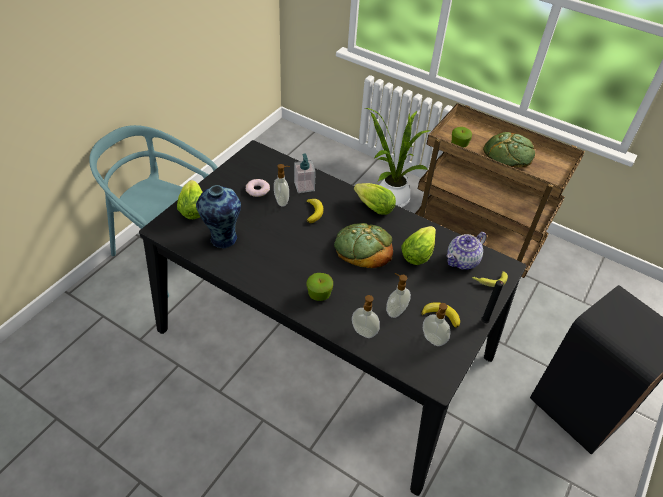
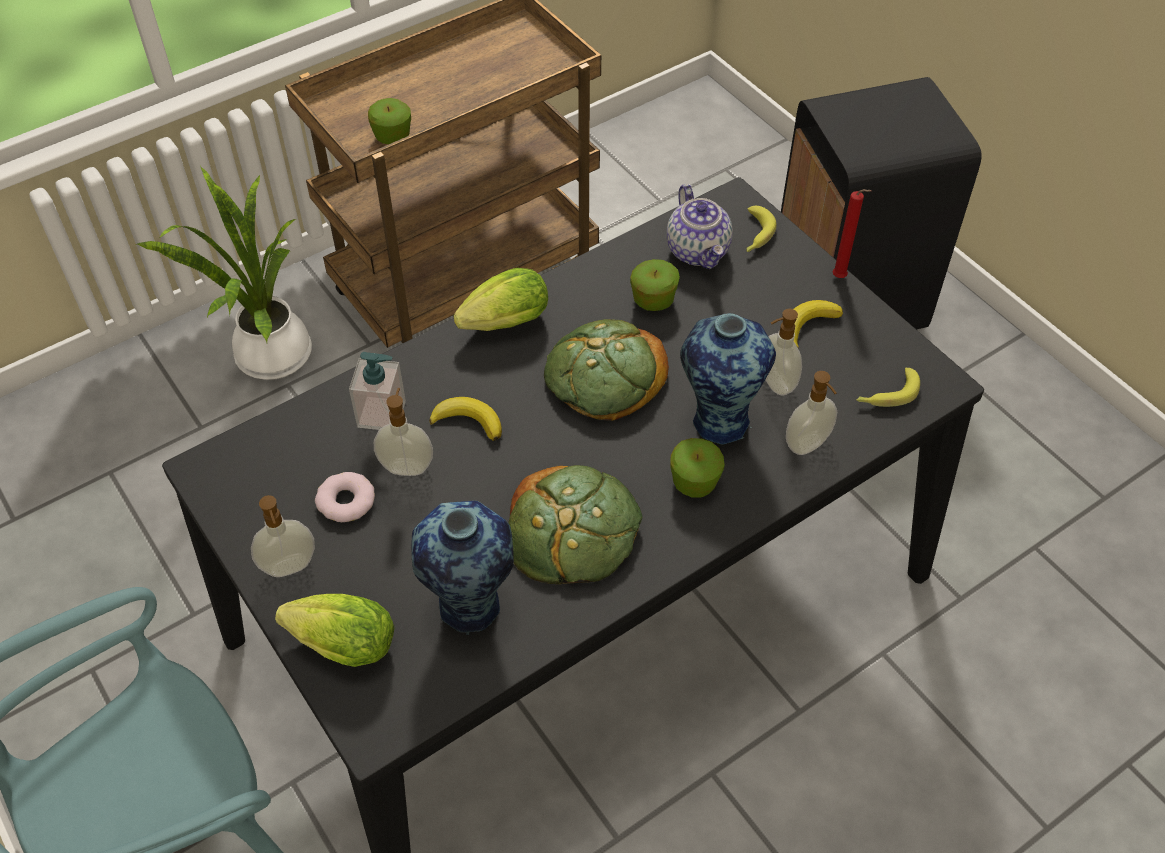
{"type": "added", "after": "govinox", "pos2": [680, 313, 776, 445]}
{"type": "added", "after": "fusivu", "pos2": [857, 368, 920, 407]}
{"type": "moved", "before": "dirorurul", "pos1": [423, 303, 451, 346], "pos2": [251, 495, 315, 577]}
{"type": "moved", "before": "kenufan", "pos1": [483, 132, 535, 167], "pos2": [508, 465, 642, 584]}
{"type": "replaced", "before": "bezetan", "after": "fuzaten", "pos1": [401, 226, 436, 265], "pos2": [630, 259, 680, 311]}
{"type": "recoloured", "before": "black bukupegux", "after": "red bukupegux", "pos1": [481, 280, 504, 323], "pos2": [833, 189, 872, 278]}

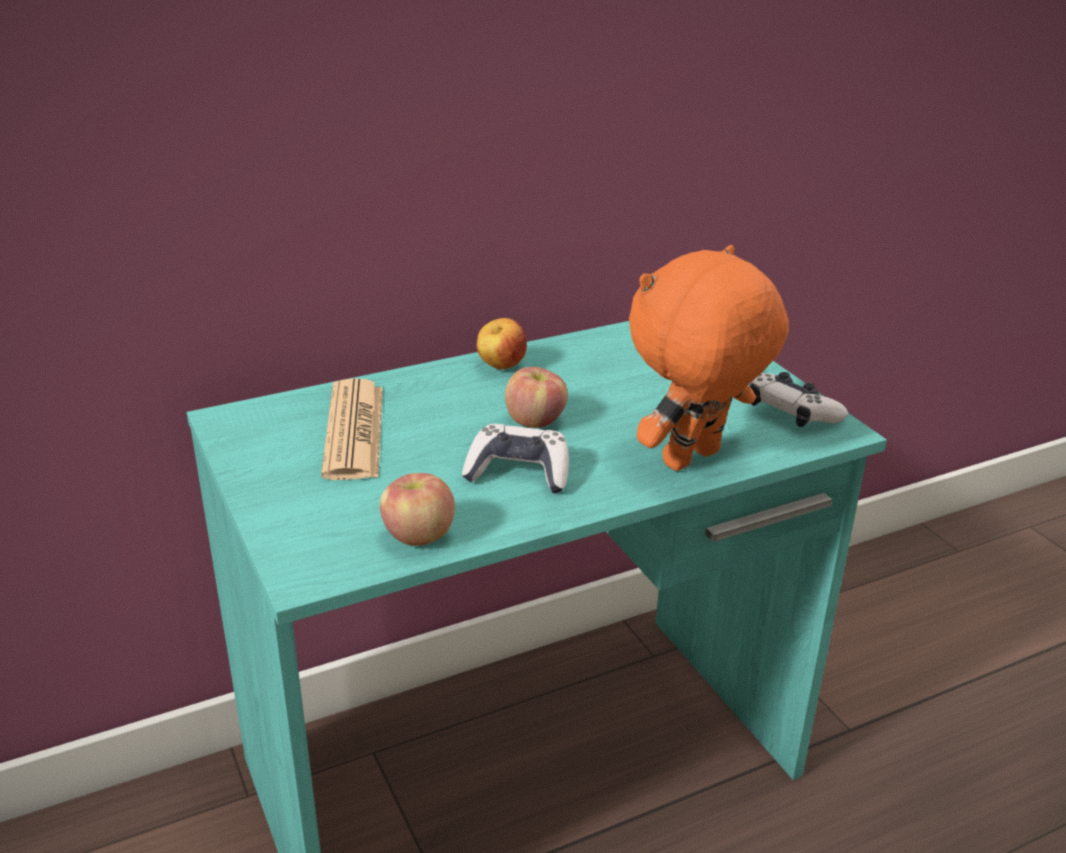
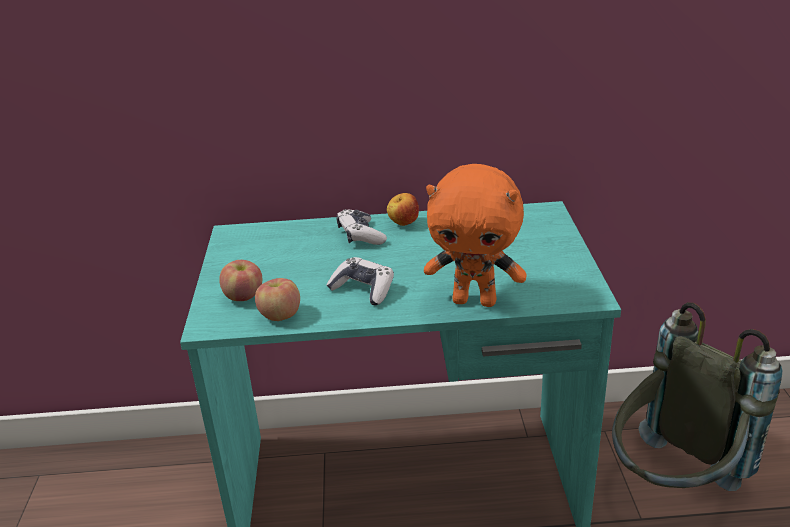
{"type": "removed", "before": "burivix", "pos1": [321, 378, 383, 480]}
{"type": "added", "after": "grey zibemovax", "pos2": [612, 302, 783, 491]}
{"type": "moved", "before": "fuzaten", "pos1": [505, 367, 568, 428], "pos2": [219, 260, 263, 301]}
{"type": "moved", "before": "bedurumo", "pos1": [749, 372, 848, 427], "pos2": [336, 209, 387, 245]}
{"type": "turned", "before": "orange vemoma", "pos1": [629, 245, 789, 471], "pos2": [424, 164, 527, 307], "turn": -150}

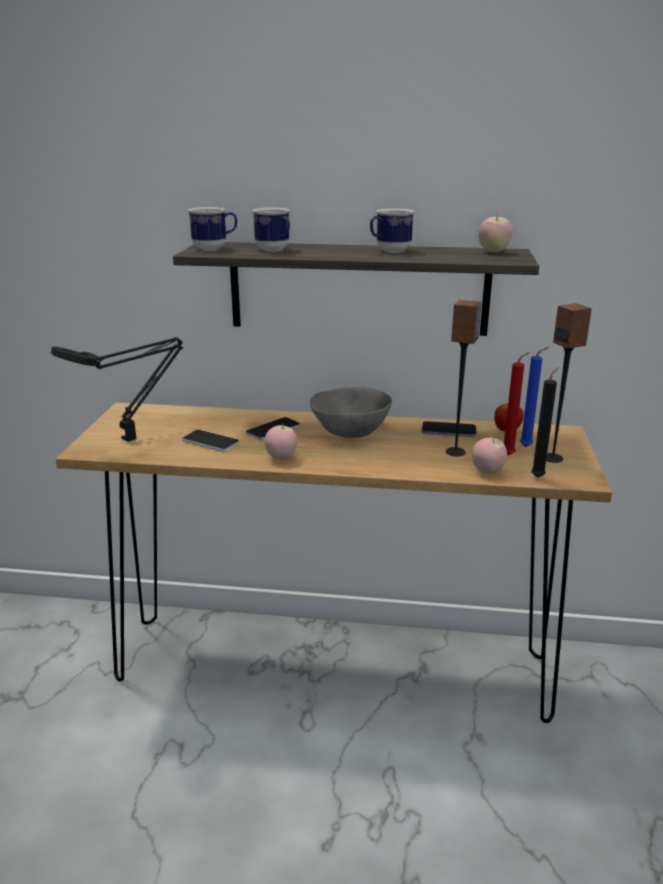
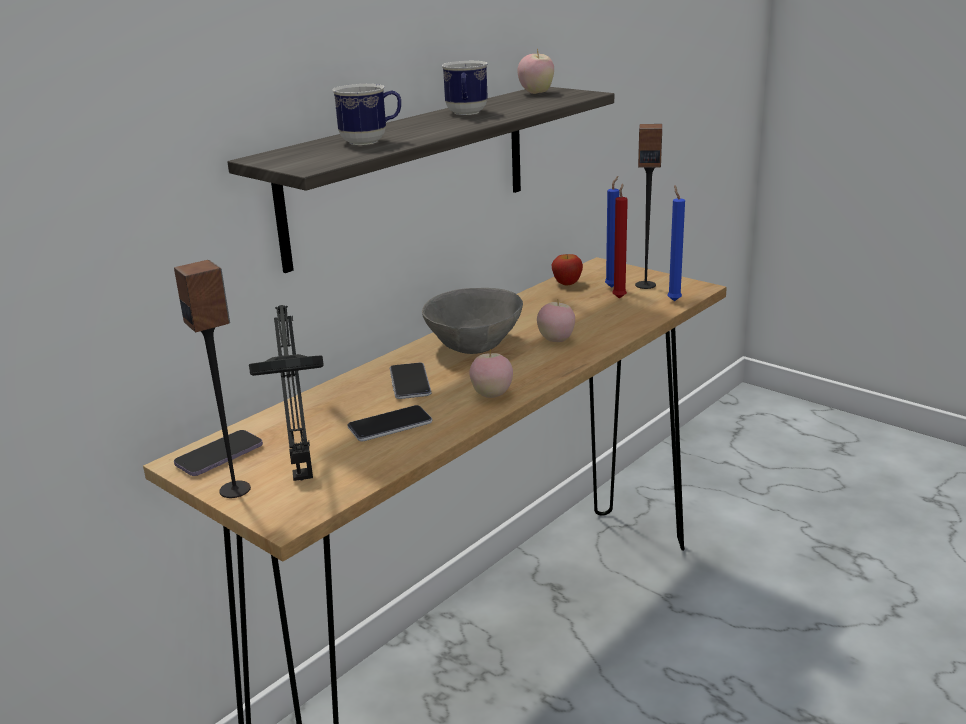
{"type": "removed", "before": "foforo", "pos1": [188, 207, 237, 251]}
{"type": "moved", "before": "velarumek", "pos1": [422, 421, 476, 437], "pos2": [174, 430, 263, 476]}
{"type": "moved", "before": "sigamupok", "pos1": [446, 300, 482, 456], "pos2": [174, 260, 251, 498]}
{"type": "moved", "before": "fuzaten", "pos1": [472, 436, 507, 474], "pos2": [537, 300, 575, 342]}
{"type": "recoloured", "before": "black bukupegux", "after": "blue bukupegux", "pos1": [531, 367, 559, 478], "pos2": [667, 185, 685, 301]}

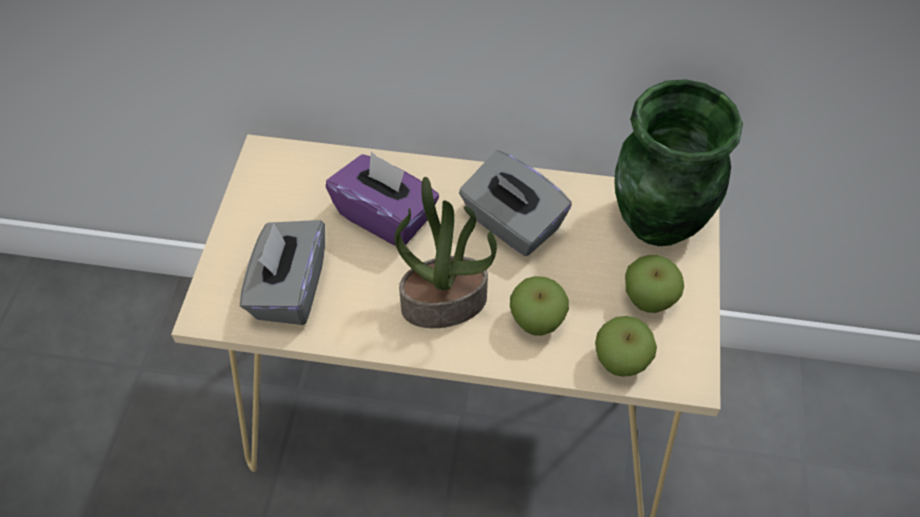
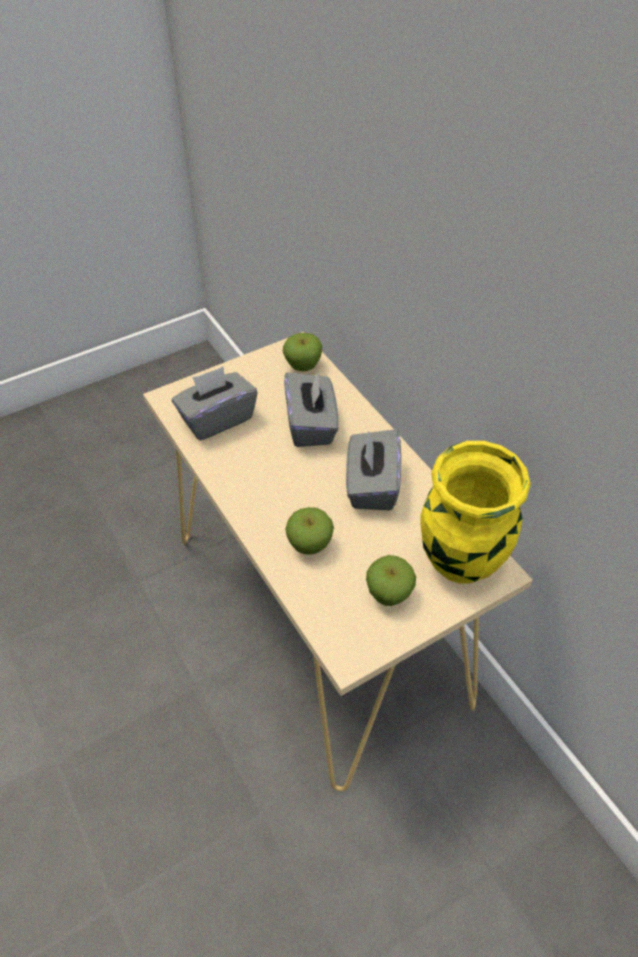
{"type": "removed", "before": "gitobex", "pos1": [395, 177, 497, 328]}
{"type": "moved", "before": "fuzaten", "pos1": [595, 316, 657, 377], "pos2": [283, 333, 322, 371]}
{"type": "recoloured", "before": "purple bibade", "after": "grey bibade", "pos1": [325, 151, 439, 246], "pos2": [284, 371, 339, 447]}
{"type": "recoloured", "before": "green govinox", "after": "yellow govinox", "pos1": [615, 79, 743, 246], "pos2": [421, 441, 531, 583]}

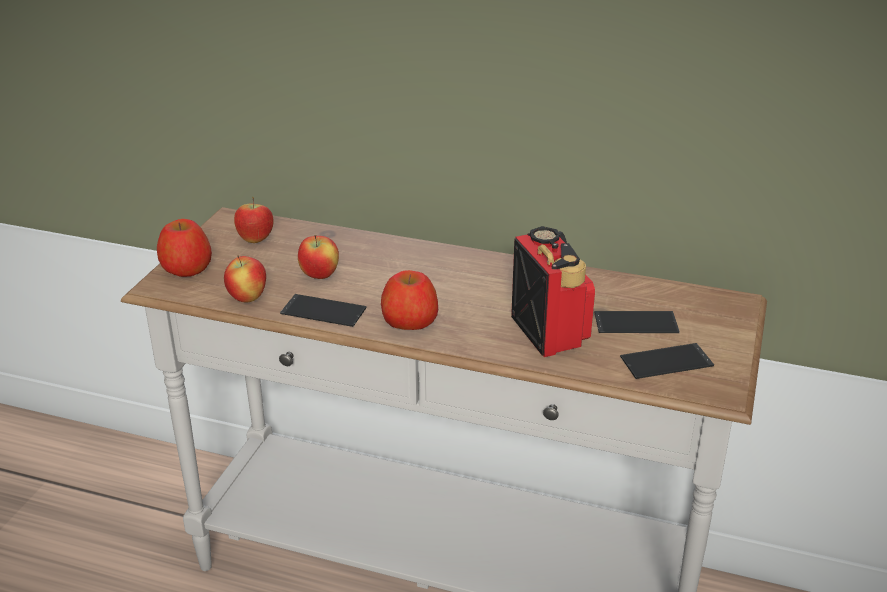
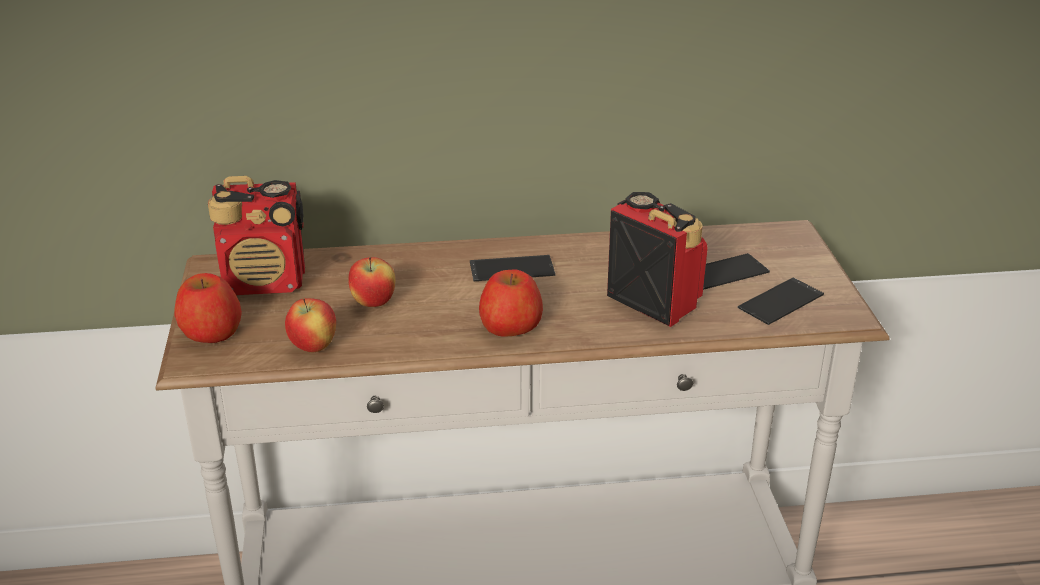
{"type": "moved", "before": "velarumek", "pos1": [280, 294, 367, 327], "pos2": [470, 255, 556, 282]}
{"type": "replaced", "before": "fuzaten", "after": "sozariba", "pos1": [234, 197, 274, 243], "pos2": [208, 176, 305, 295]}

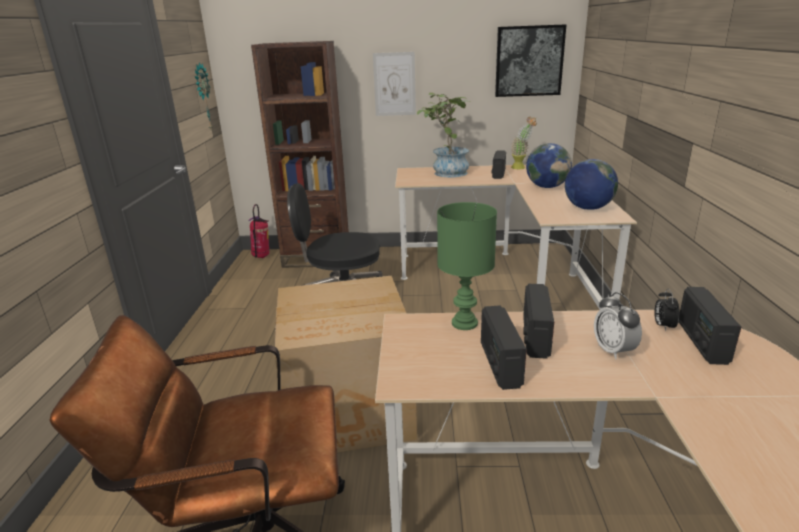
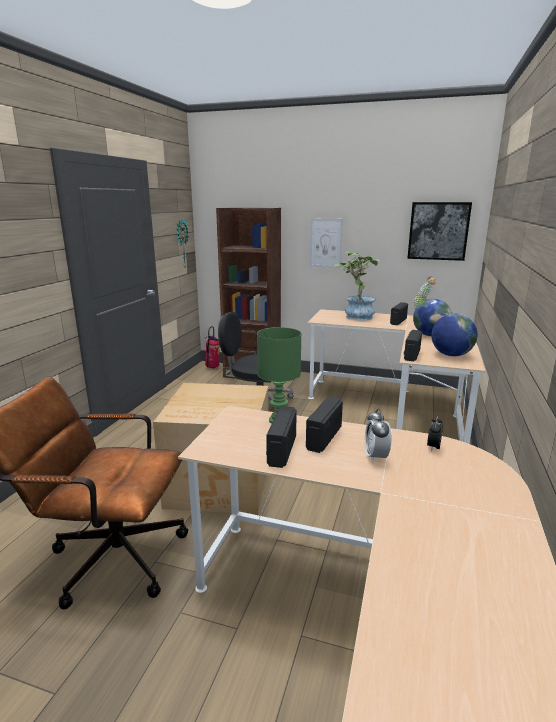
{"type": "moved", "before": "sozariba", "pos1": [679, 287, 741, 365], "pos2": [404, 330, 422, 361]}

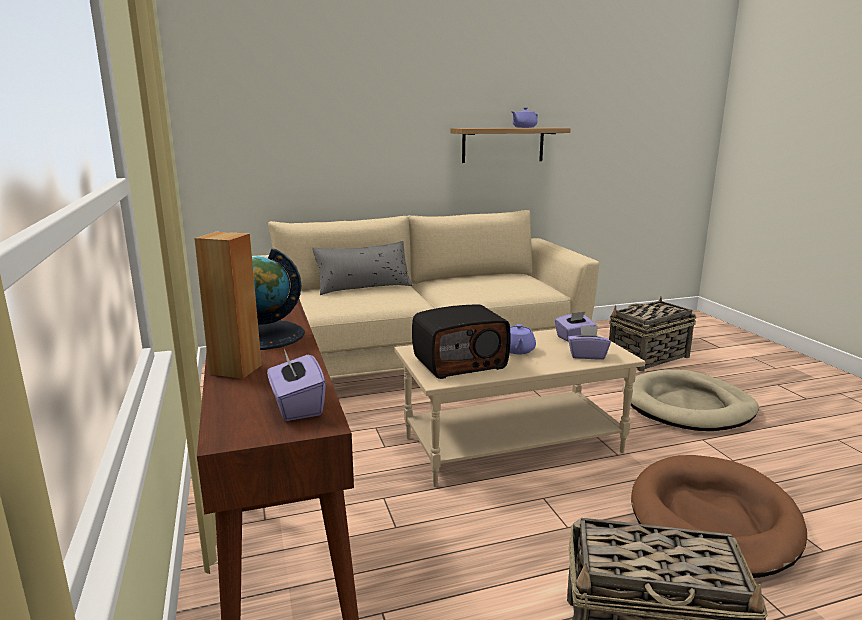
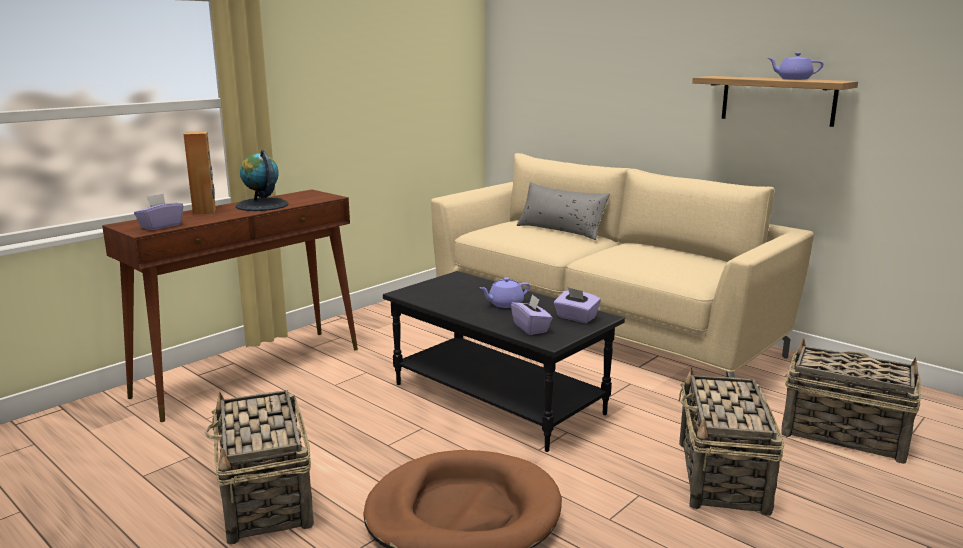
{"type": "removed", "before": "sozariba", "pos1": [412, 305, 510, 379]}
{"type": "replaced", "before": "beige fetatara", "after": "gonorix", "pos1": [623, 370, 759, 431], "pos2": [679, 367, 784, 516]}
{"type": "recoloured", "before": "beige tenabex", "after": "black tenabex", "pos1": [395, 329, 645, 487], "pos2": [383, 271, 625, 452]}

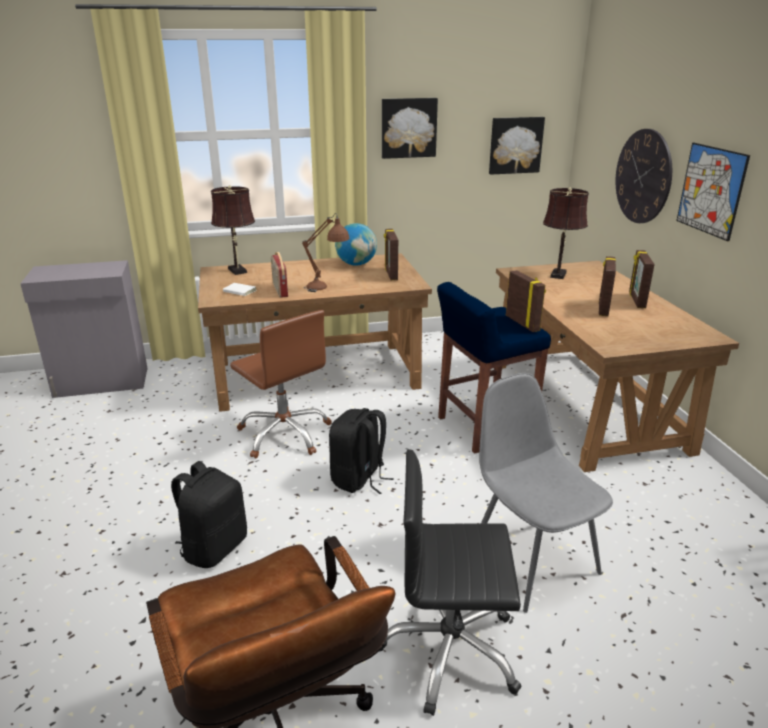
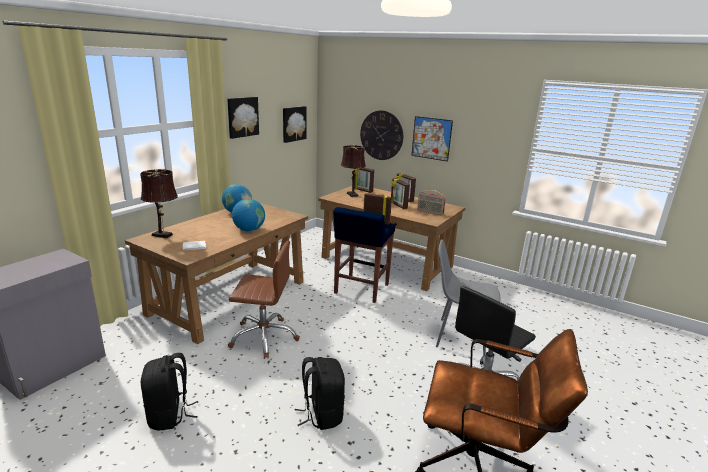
{"type": "moved", "before": "sozariba", "pos1": [271, 252, 288, 298], "pos2": [417, 190, 446, 215]}
{"type": "moved", "before": "black zibemovax", "pos1": [329, 408, 394, 494], "pos2": [141, 353, 198, 430]}
{"type": "moved", "before": "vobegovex", "pos1": [384, 229, 398, 280], "pos2": [354, 168, 374, 193]}
{"type": "replaced", "before": "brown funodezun", "after": "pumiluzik", "pos1": [302, 213, 350, 292], "pos2": [232, 199, 265, 231]}

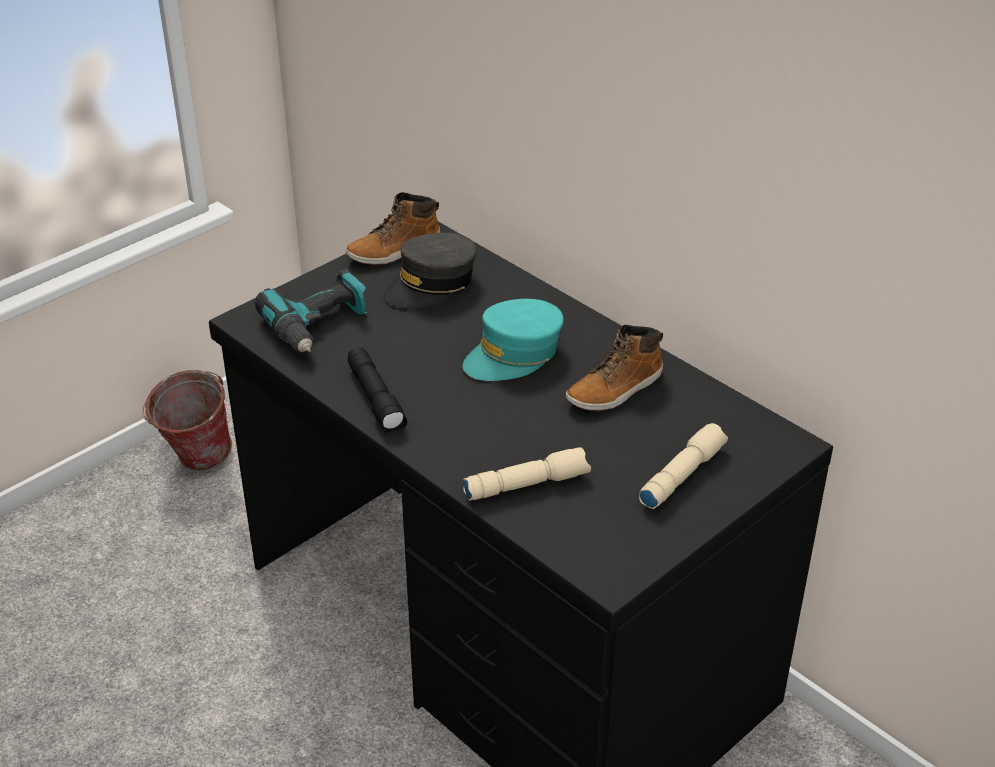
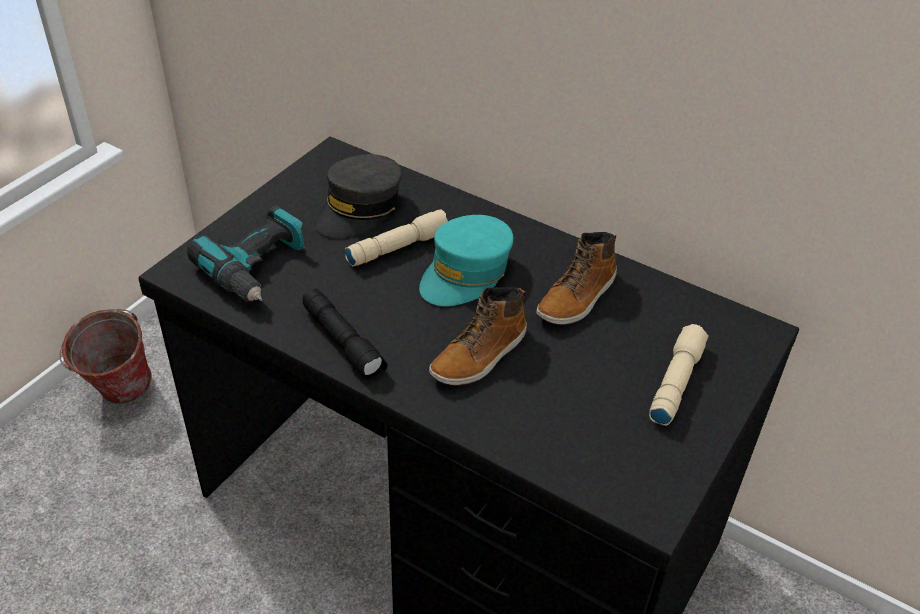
{"type": "moved", "before": "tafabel", "pos1": [345, 192, 441, 265], "pos2": [429, 287, 527, 385]}
{"type": "moved", "before": "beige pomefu", "pos1": [463, 447, 591, 501], "pos2": [345, 210, 448, 267]}

